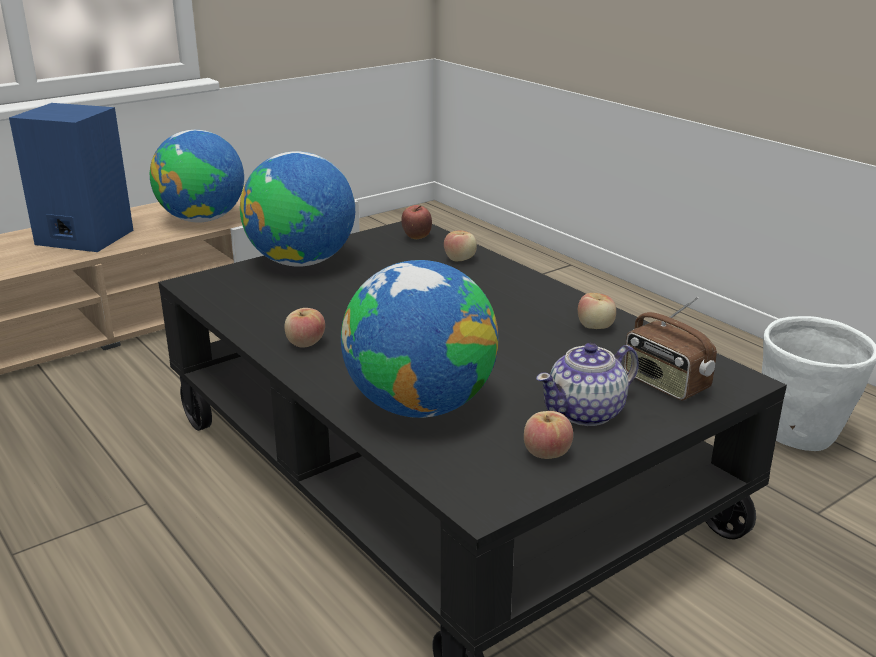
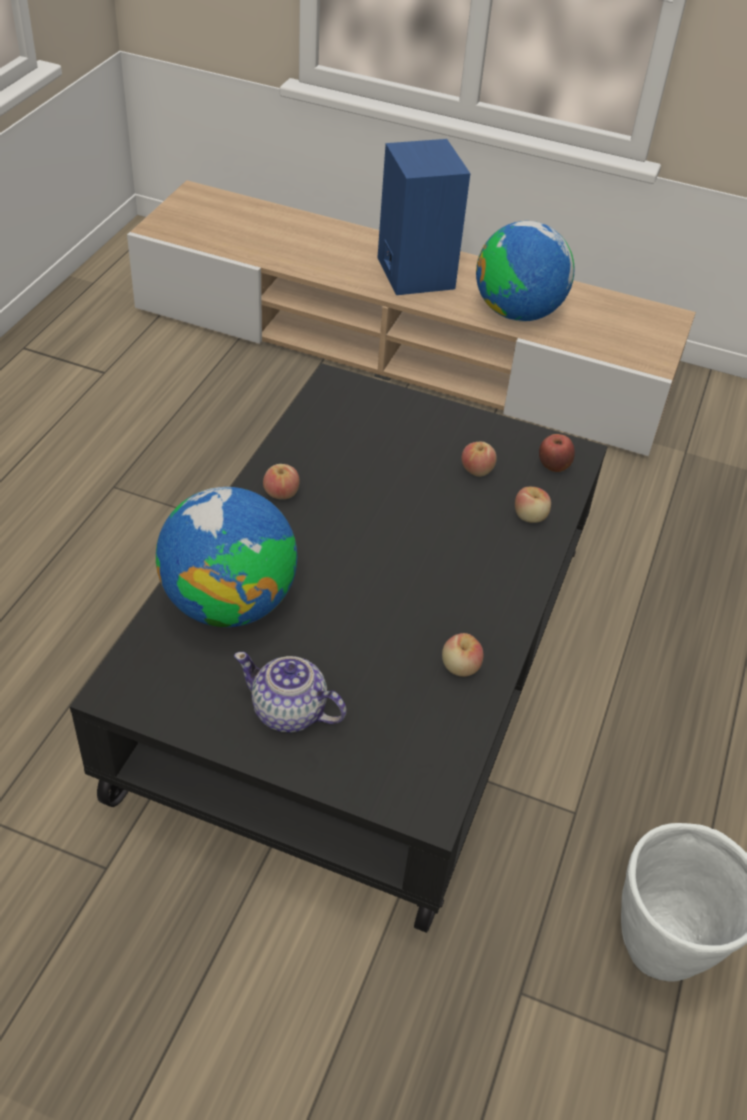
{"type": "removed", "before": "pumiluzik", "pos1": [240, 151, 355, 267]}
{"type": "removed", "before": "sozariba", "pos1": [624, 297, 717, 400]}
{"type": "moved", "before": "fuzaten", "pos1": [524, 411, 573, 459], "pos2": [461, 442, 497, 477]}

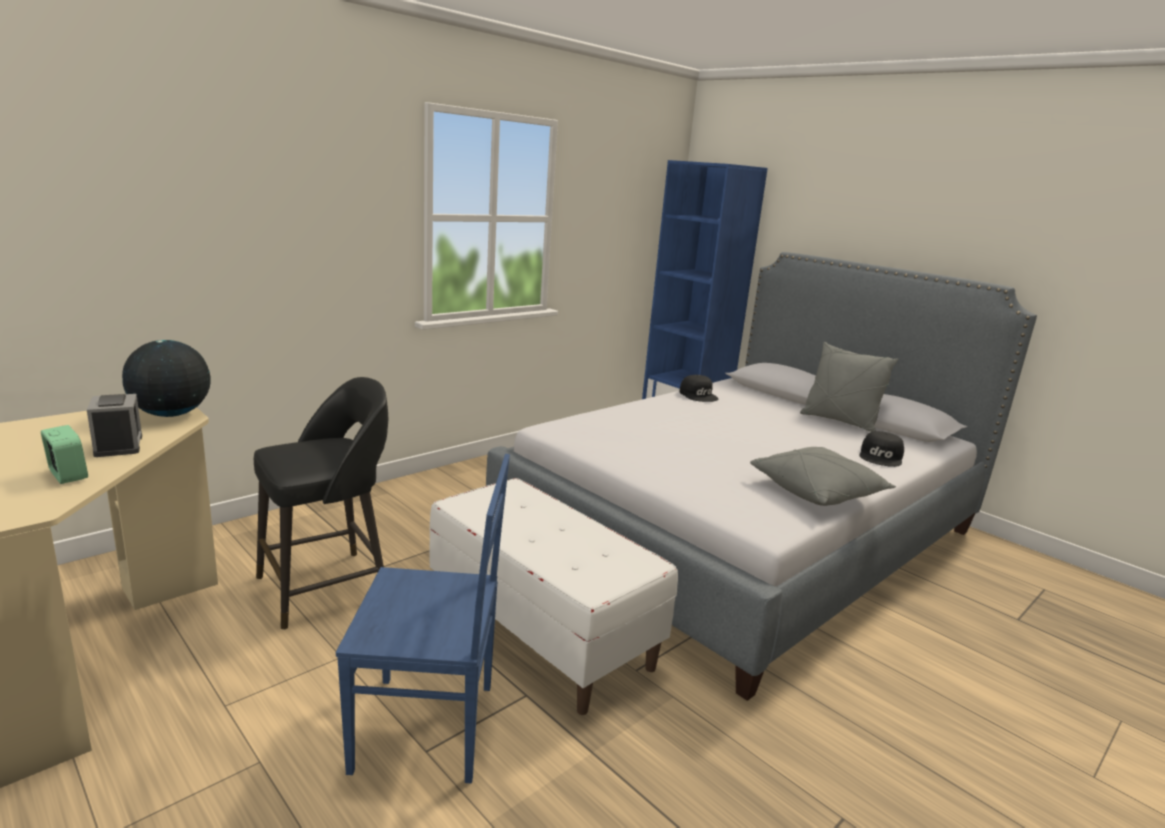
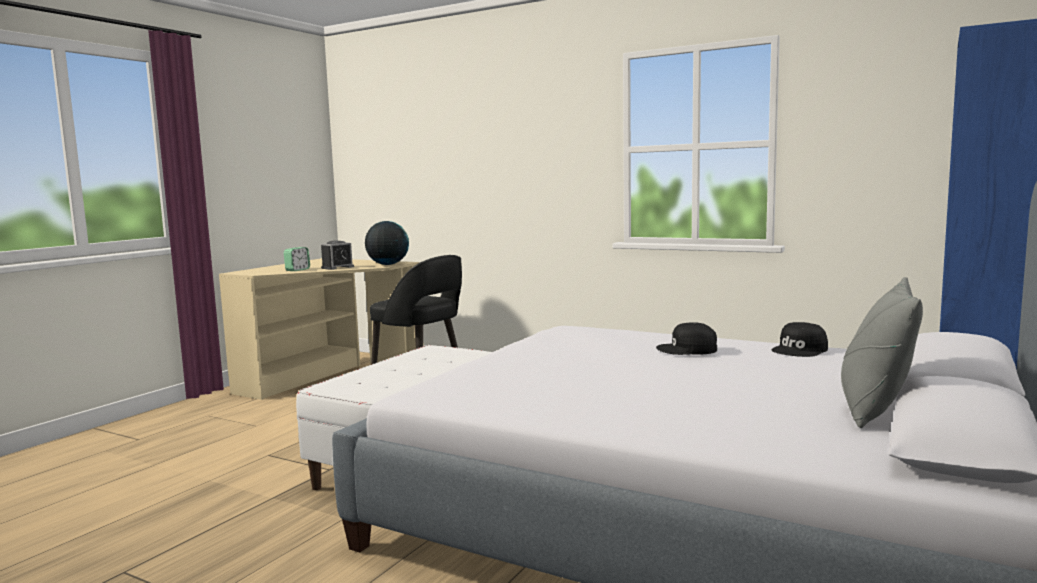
{"type": "removed", "before": "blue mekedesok", "pos1": [336, 454, 510, 783]}
{"type": "removed", "before": "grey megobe", "pos1": [750, 447, 896, 506]}
{"type": "moved", "before": "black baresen", "pos1": [860, 431, 904, 467], "pos2": [656, 322, 717, 355]}

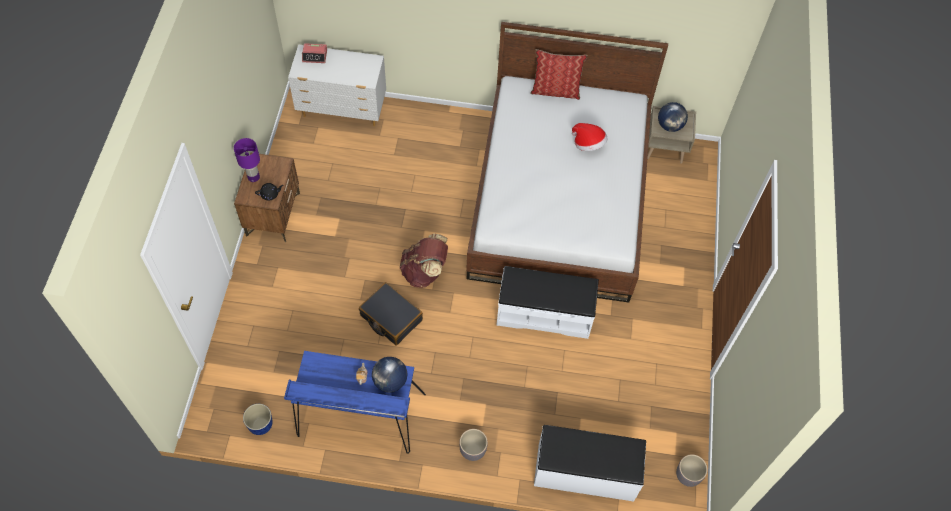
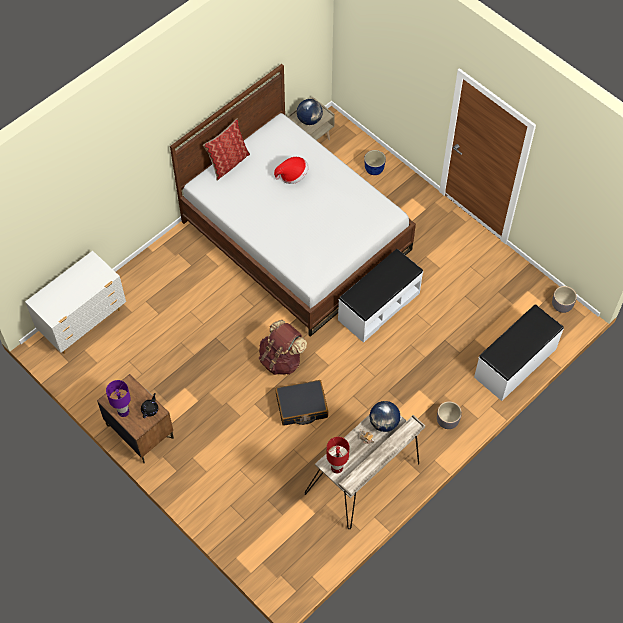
{"type": "removed", "before": "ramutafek", "pos1": [302, 43, 327, 63]}
{"type": "added", "after": "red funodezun", "pos2": [326, 437, 349, 473]}
{"type": "moved", "before": "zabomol", "pos1": [243, 404, 273, 435], "pos2": [364, 150, 386, 175]}
{"type": "recoloured", "before": "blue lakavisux", "after": "beige lakavisux", "pos1": [284, 351, 426, 454], "pos2": [305, 414, 425, 529]}

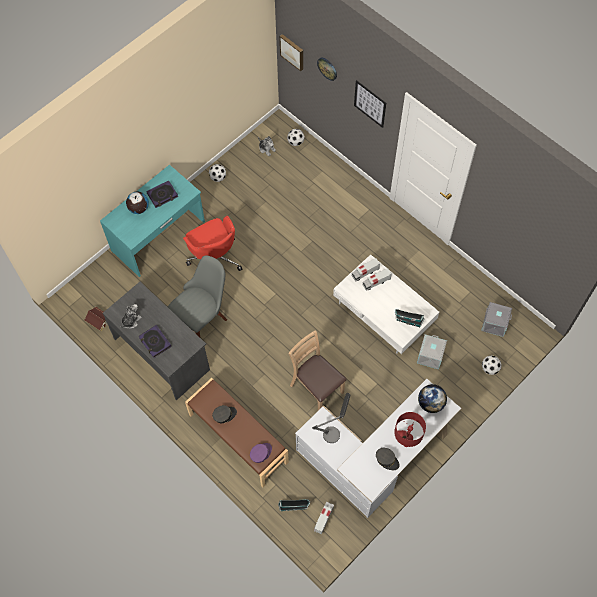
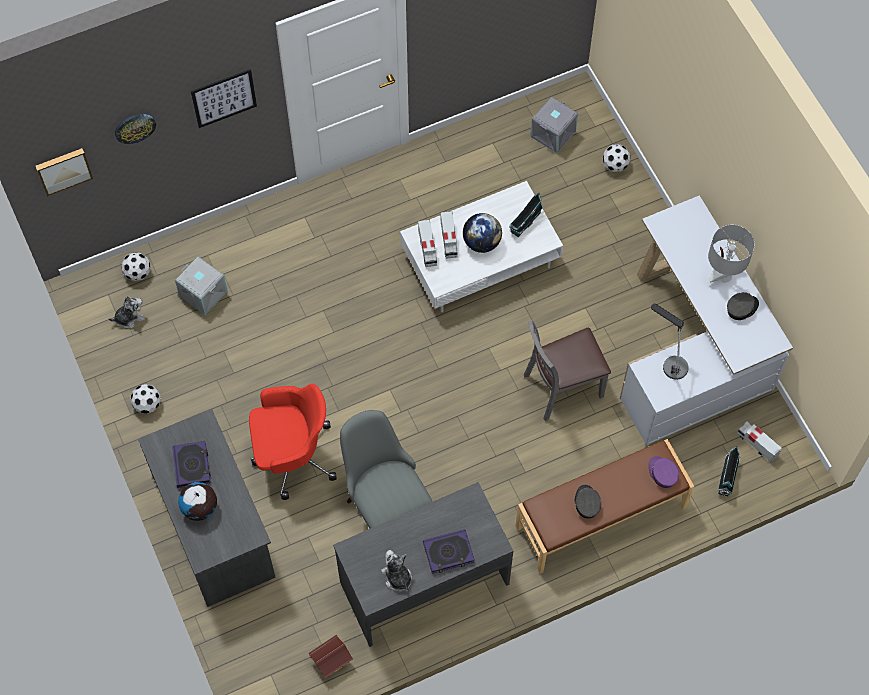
{"type": "moved", "before": "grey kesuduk", "pos1": [417, 334, 447, 370], "pos2": [175, 257, 228, 315]}
{"type": "moved", "before": "pumiluzik", "pos1": [418, 384, 447, 413], "pos2": [463, 213, 502, 253]}
{"type": "recoloured", "before": "turquoise lakavisux", "after": "grey lakavisux", "pos1": [100, 165, 205, 277], "pos2": [138, 409, 276, 607]}
{"type": "recoloured", "before": "brown mekedesok", "after": "grey mekedesok", "pos1": [288, 330, 347, 410], "pos2": [524, 320, 611, 421]}
{"type": "recoloured", "before": "red funodezun", "after": "grey funodezun", "pos1": [394, 412, 426, 447], "pos2": [708, 225, 755, 283]}

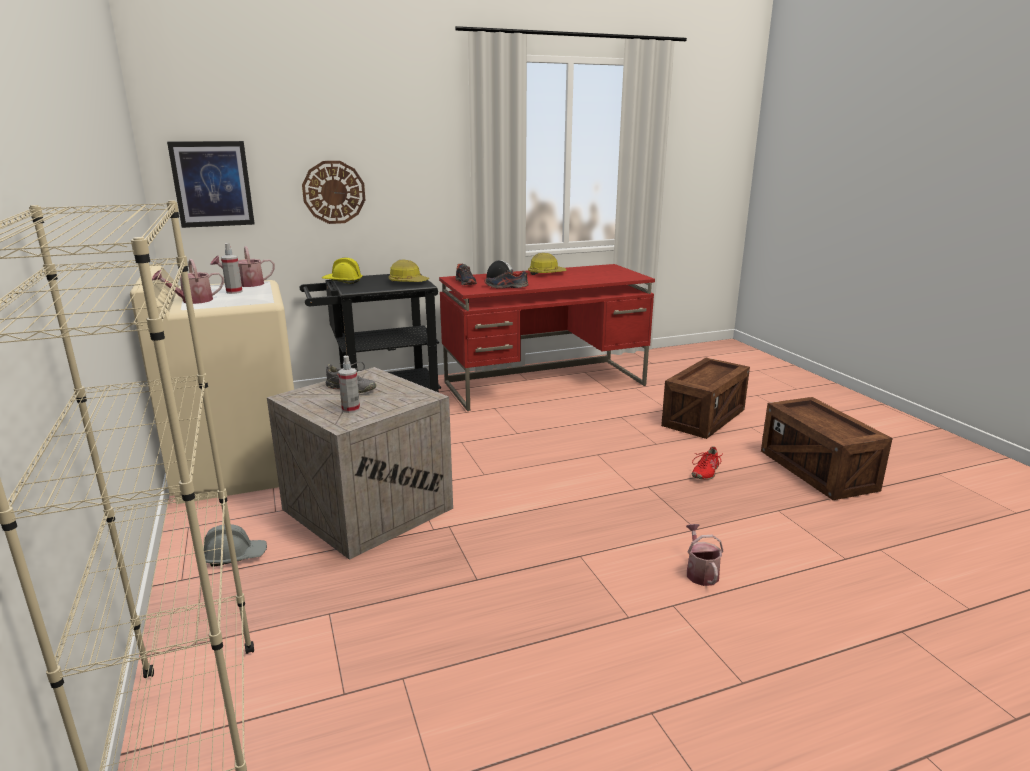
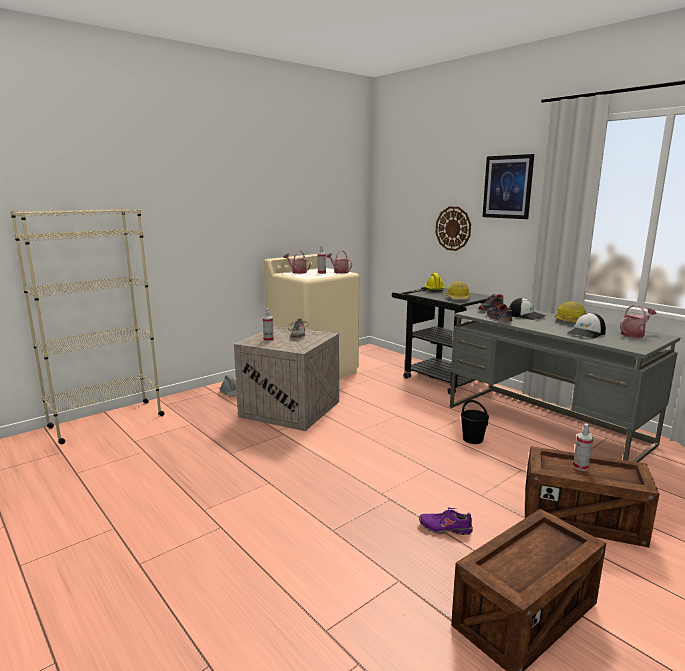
{"type": "added", "after": "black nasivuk", "pos2": [461, 400, 489, 444]}
{"type": "added", "after": "baresen", "pos2": [567, 313, 606, 338]}
{"type": "added", "after": "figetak", "pos2": [573, 424, 593, 471]}
{"type": "moved", "before": "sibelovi", "pos1": [167, 141, 255, 228], "pos2": [482, 154, 534, 219]}
{"type": "moved", "before": "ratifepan", "pos1": [686, 524, 723, 586], "pos2": [620, 305, 656, 338]}
{"type": "recoloured", "before": "red lakavisux", "after": "grey lakavisux", "pos1": [439, 264, 655, 411], "pos2": [450, 305, 681, 462]}
{"type": "recoloured", "before": "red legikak", "after": "purple legikak", "pos1": [691, 446, 722, 480], "pos2": [419, 507, 473, 535]}

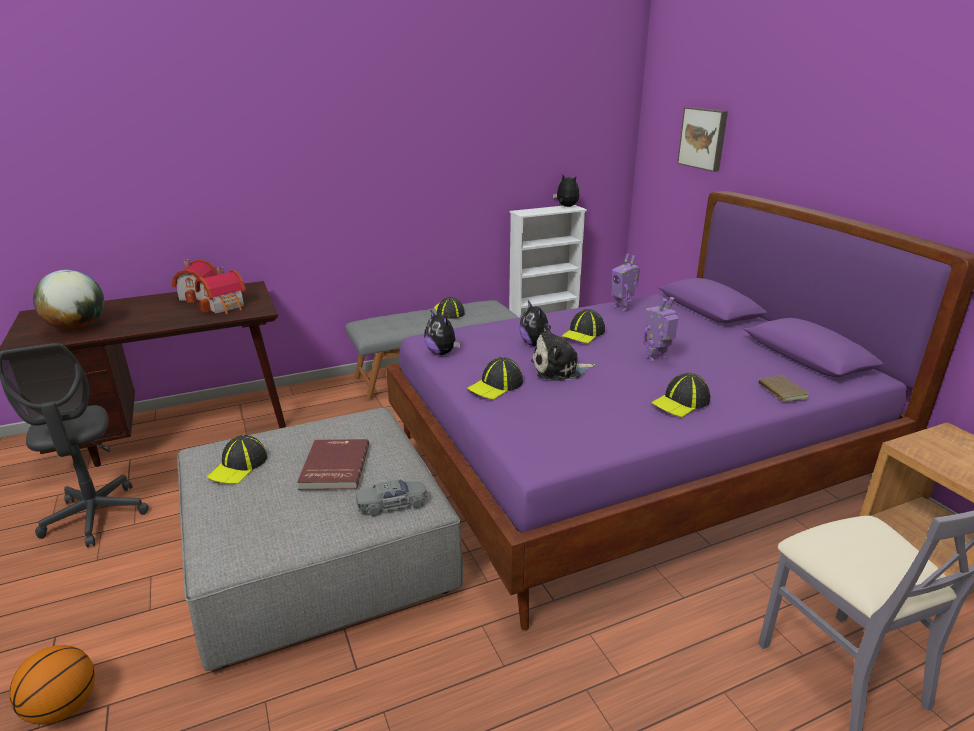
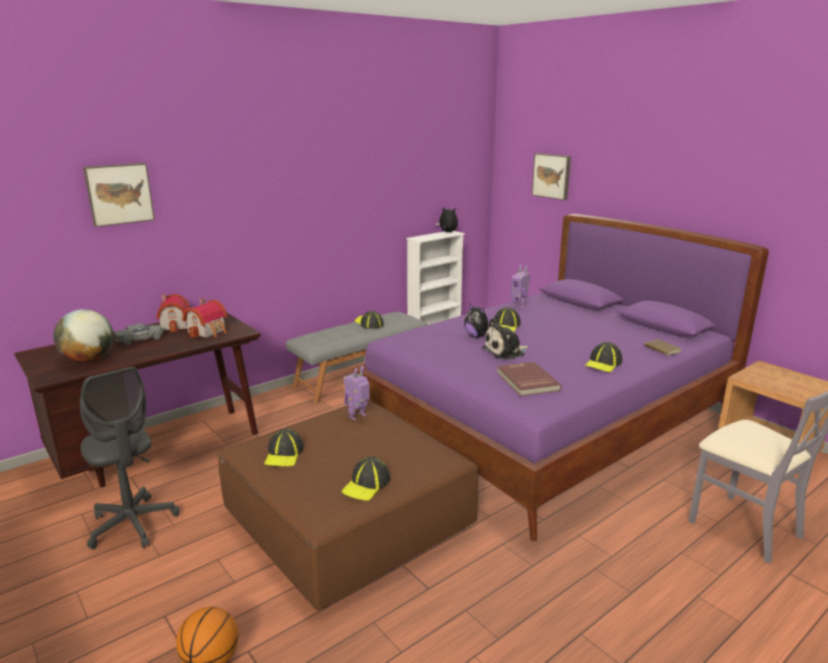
{"type": "removed", "before": "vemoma", "pos1": [424, 309, 461, 355]}
{"type": "added", "after": "sibelovi", "pos2": [83, 163, 155, 227]}
{"type": "moved", "before": "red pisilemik", "pos1": [297, 439, 369, 490], "pos2": [497, 362, 562, 396]}
{"type": "moved", "before": "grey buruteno", "pos1": [356, 479, 427, 516], "pos2": [114, 323, 163, 345]}
{"type": "moved", "before": "baresen", "pos1": [468, 357, 523, 400], "pos2": [341, 456, 390, 501]}
{"type": "moved", "before": "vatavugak", "pos1": [643, 297, 679, 362], "pos2": [344, 366, 370, 420]}
{"type": "recoloured", "before": "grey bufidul", "after": "brown bufidul", "pos1": [177, 407, 463, 671], "pos2": [218, 400, 478, 610]}

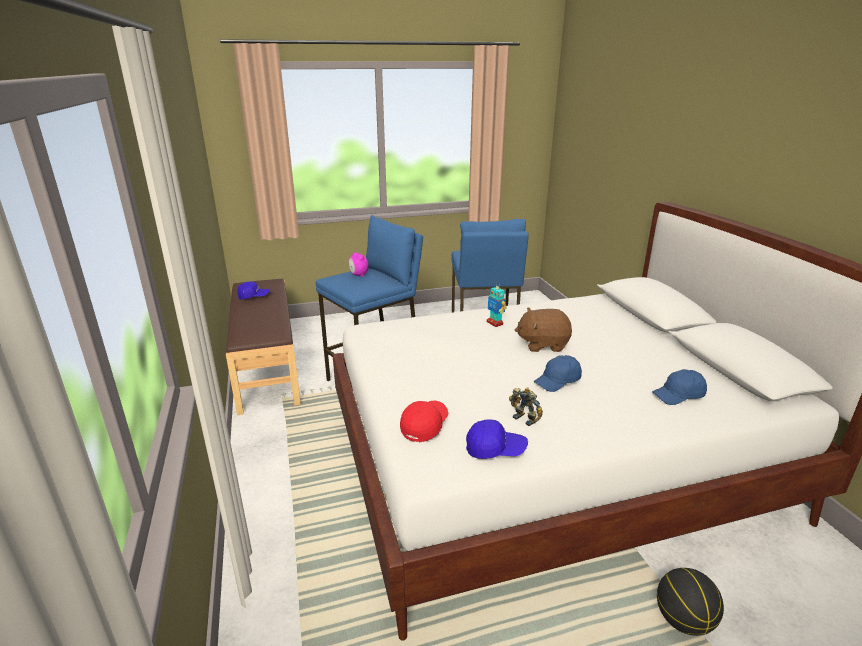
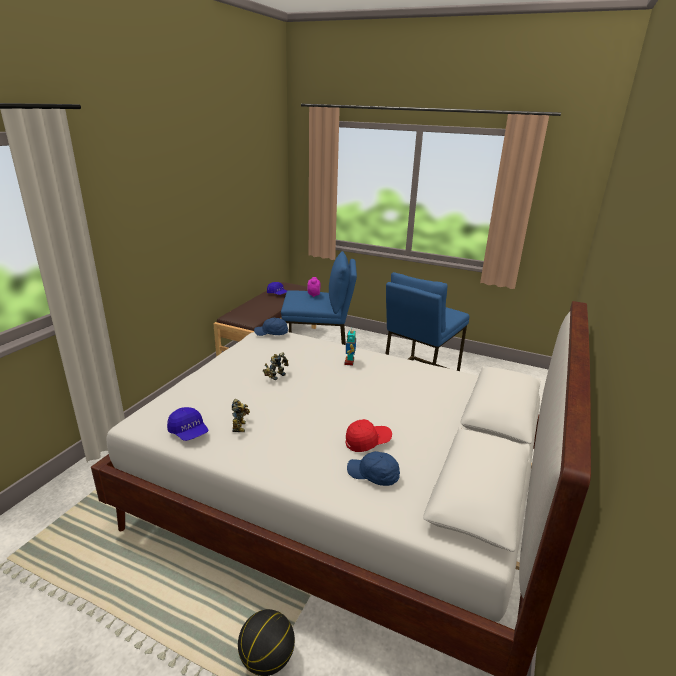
{"type": "removed", "before": "brown vemoma", "pos1": [515, 307, 572, 352]}
{"type": "added", "after": "vatavugak", "pos2": [263, 352, 289, 380]}
{"type": "moved", "before": "red baresen", "pos1": [400, 401, 448, 442], "pos2": [346, 419, 392, 452]}
{"type": "moved", "before": "blue baresen", "pos1": [534, 355, 582, 392], "pos2": [254, 318, 288, 336]}

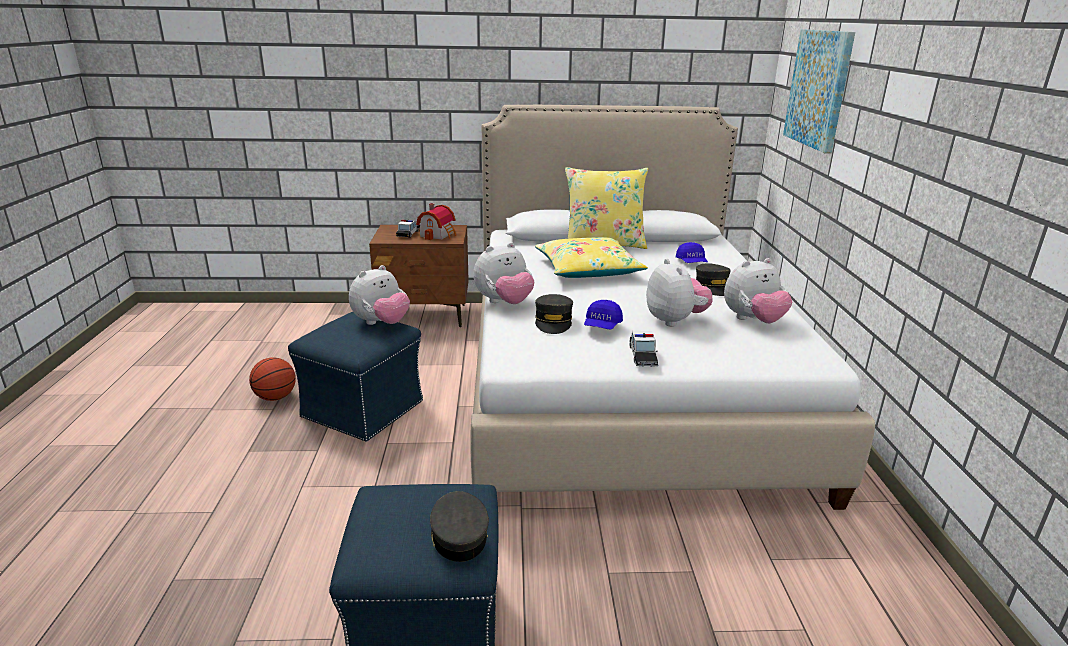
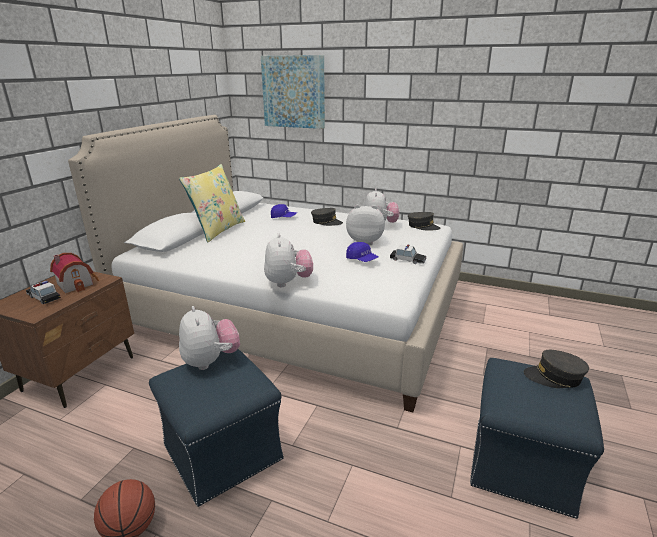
{"type": "removed", "before": "yellow megobe", "pos1": [535, 237, 648, 278]}
{"type": "moved", "before": "grey baresen", "pos1": [535, 294, 573, 334], "pos2": [408, 212, 440, 230]}

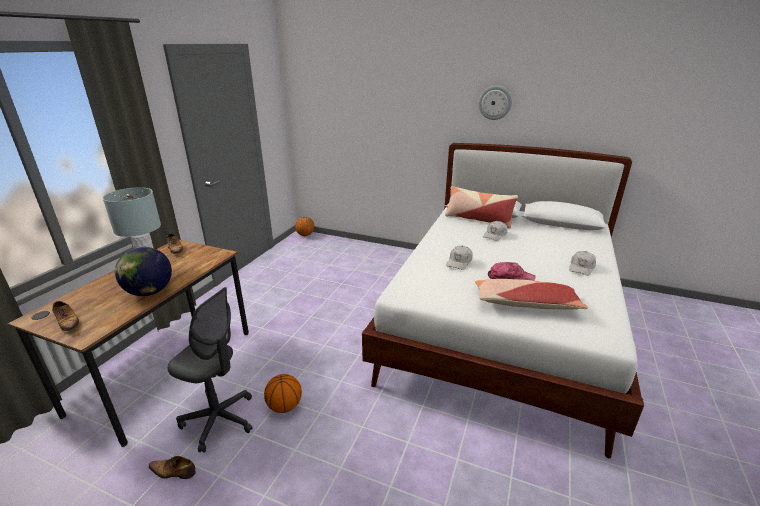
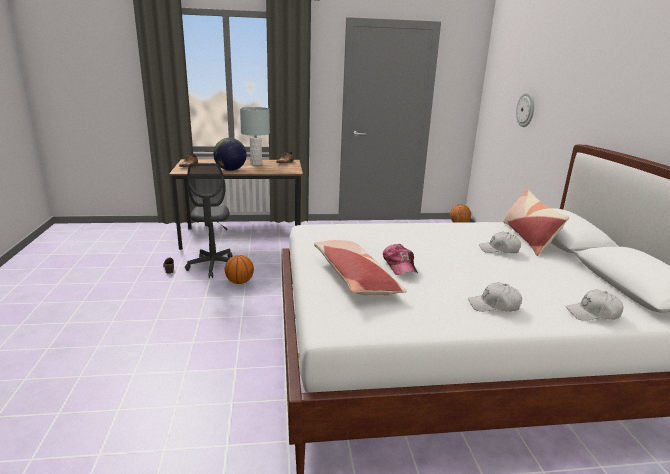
{"type": "moved", "before": "white baresen", "pos1": [446, 246, 473, 270], "pos2": [565, 290, 623, 321]}
{"type": "moved", "before": "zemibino", "pos1": [478, 86, 512, 120], "pos2": [516, 92, 534, 127]}

